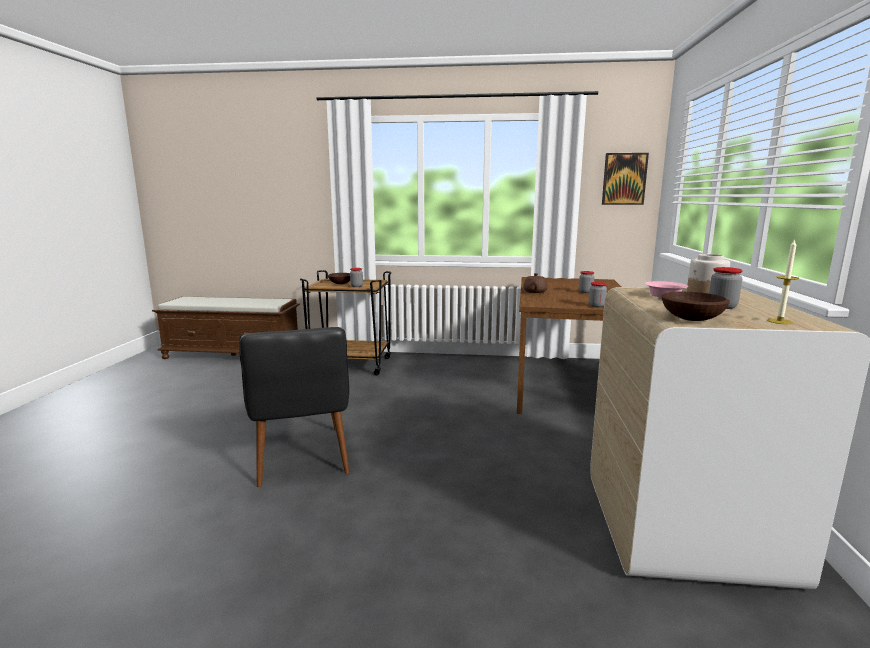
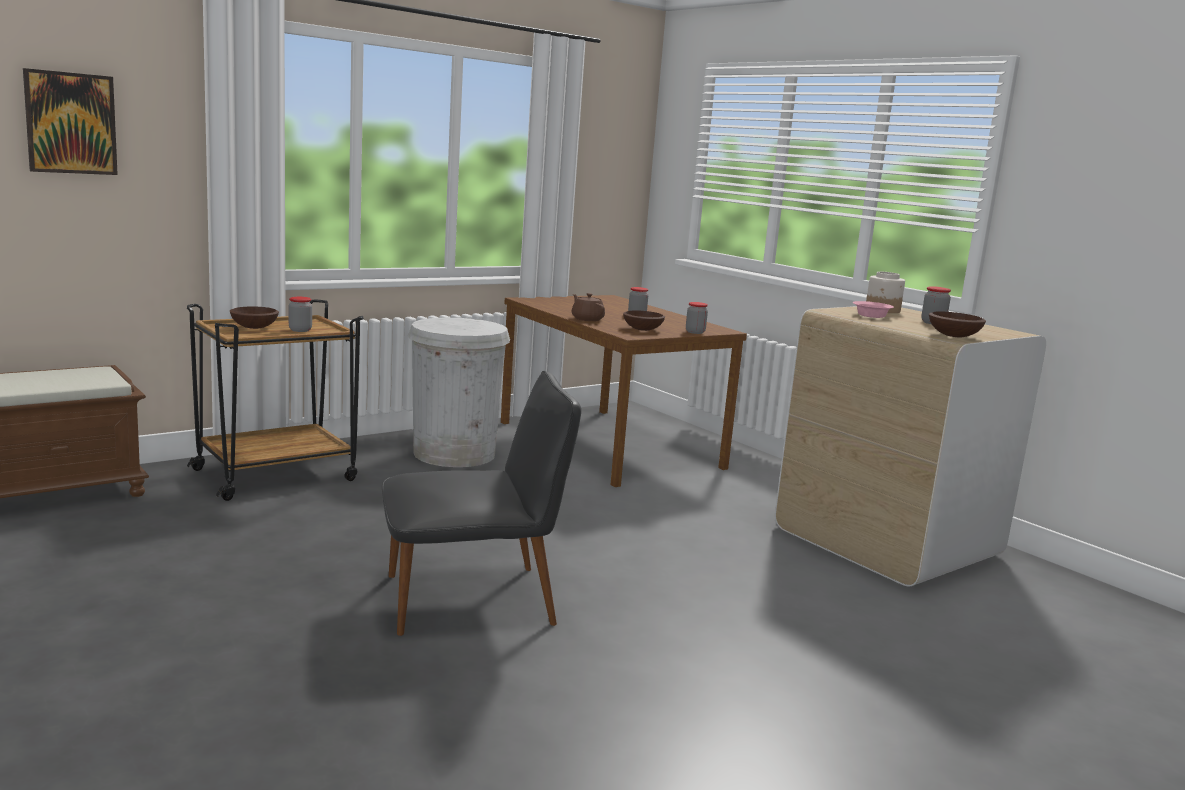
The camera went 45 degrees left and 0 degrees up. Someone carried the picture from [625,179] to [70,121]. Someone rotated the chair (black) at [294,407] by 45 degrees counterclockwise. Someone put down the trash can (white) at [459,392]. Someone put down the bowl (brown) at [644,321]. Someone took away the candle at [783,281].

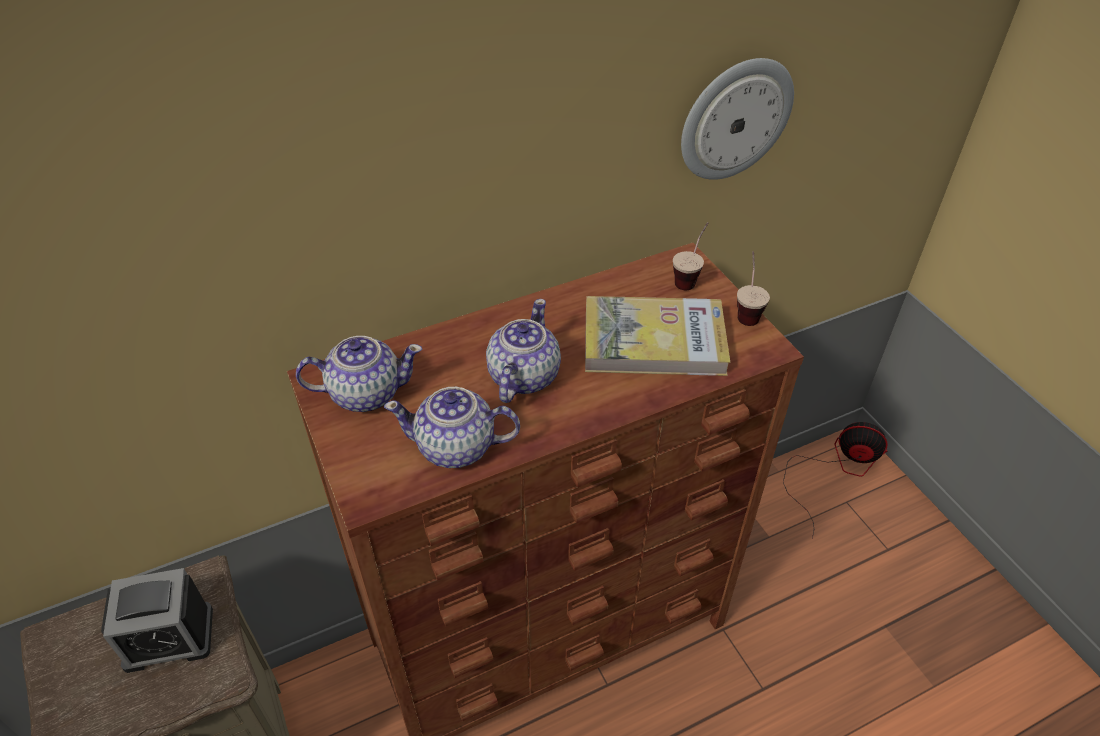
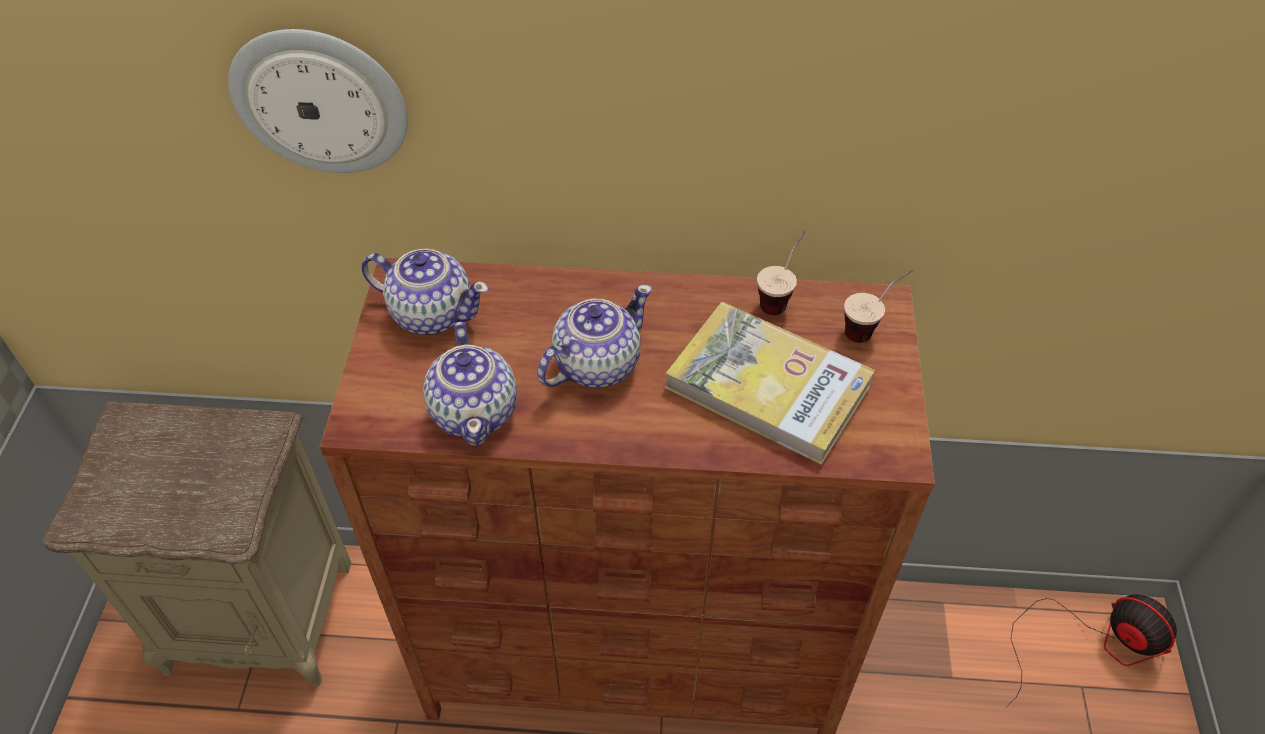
The camera went 30 degrees right and 5 degrees up. Someone carried the wall clock from [737,119] to [318,101]. Someone rotated the teapot at [452,427] by 135 degrees counterclockwise. Someone carried the cup from [753,288] to [781,272]. Someone took away the alarm clock at [157,620].

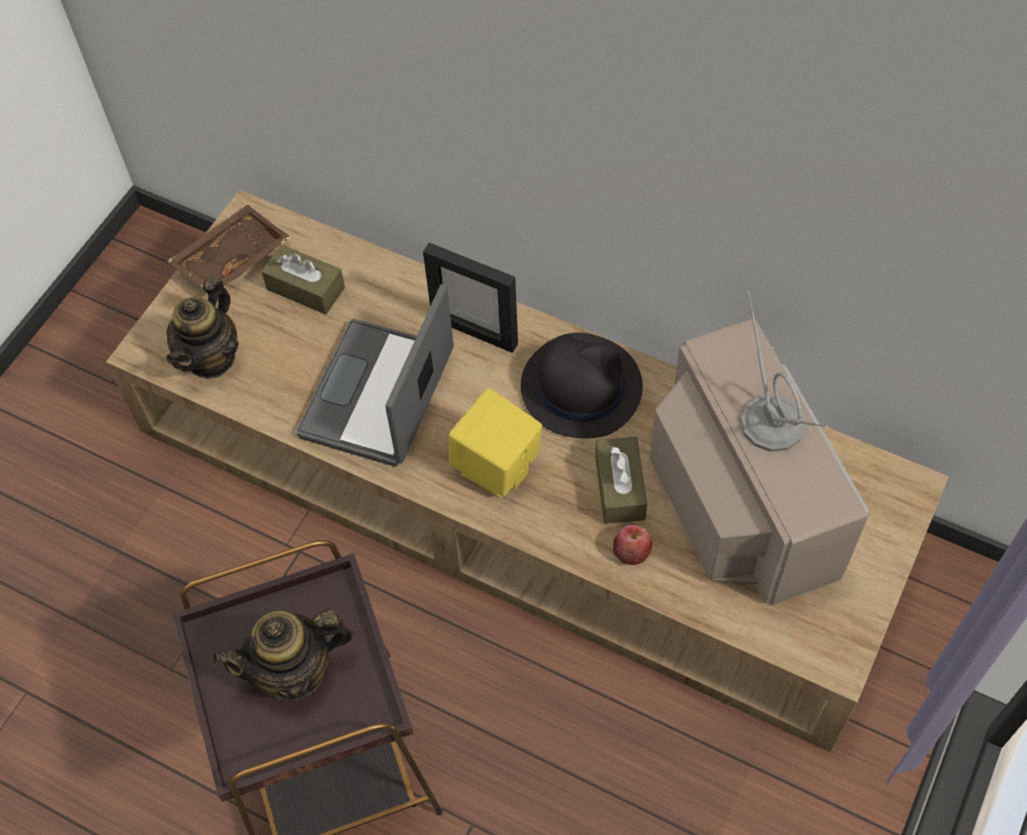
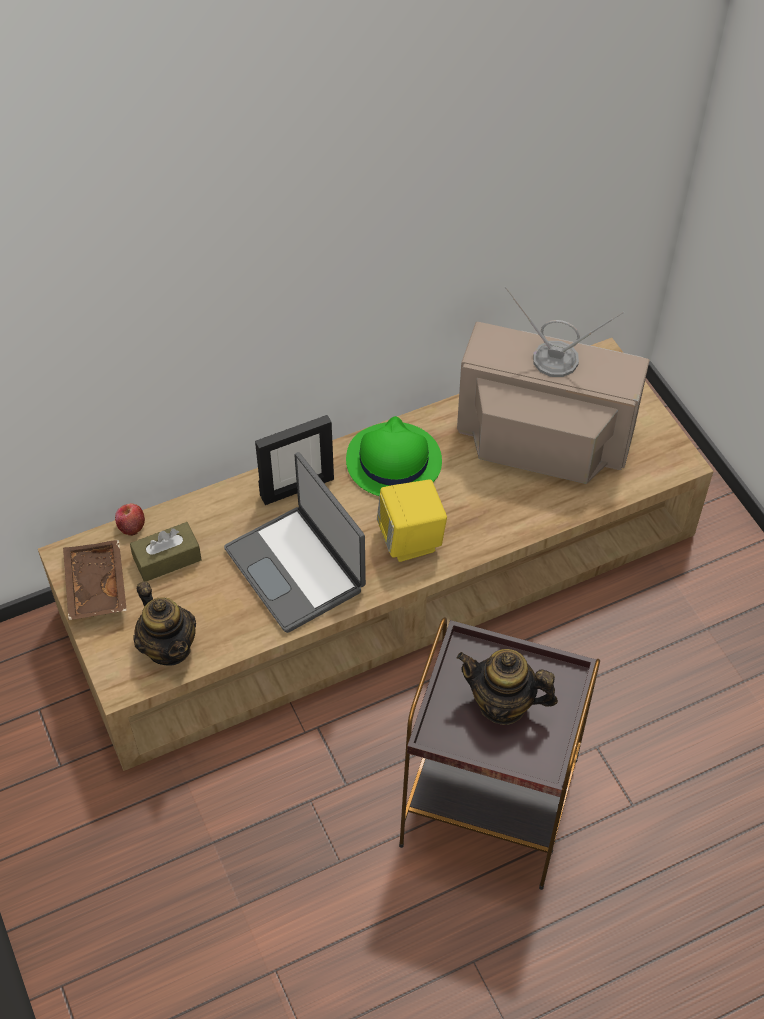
The camera went 55 degrees left and 5 degrees down. Someone carried the apple from [633,545] to [130,519]. Someone repainted the hat (black) at [582,385], which became the hat (green) at [394,456]. Someone rotated the teapot at [283,654] by 90 degrees clockwise. Someone took away the tissue box (brown) at [621,480].

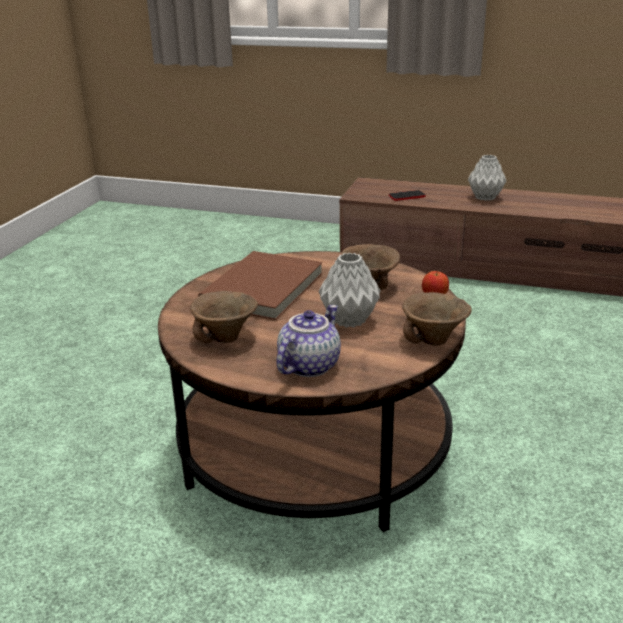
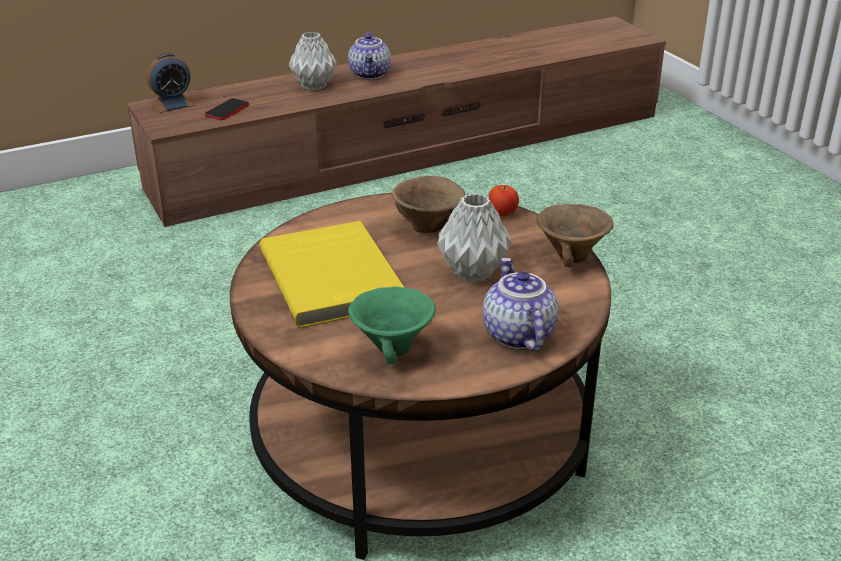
The camera went 45 degrees left and 5 degrees up. Someone put down the alarm clock at [170,83]. Someone repainted the book (brown) at [260,285], which became the book (yellow) at [332,274]. Someone put down the teapot at [369,55]. Someone repainted the bowl (brown) at [224,317], which became the bowl (green) at [392,325].

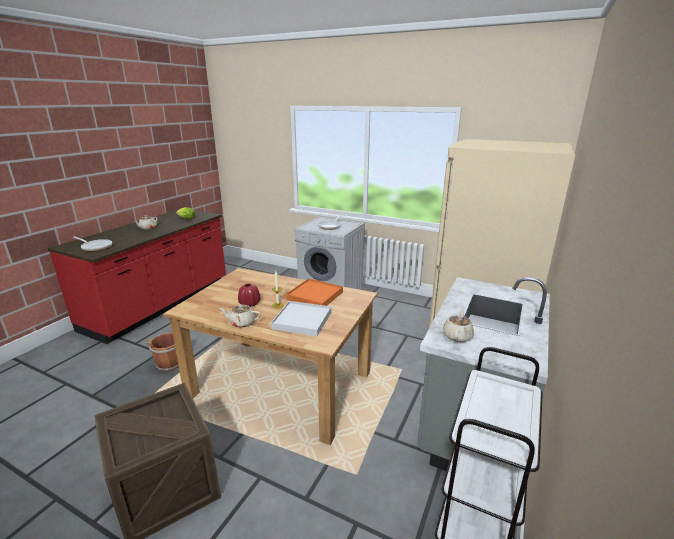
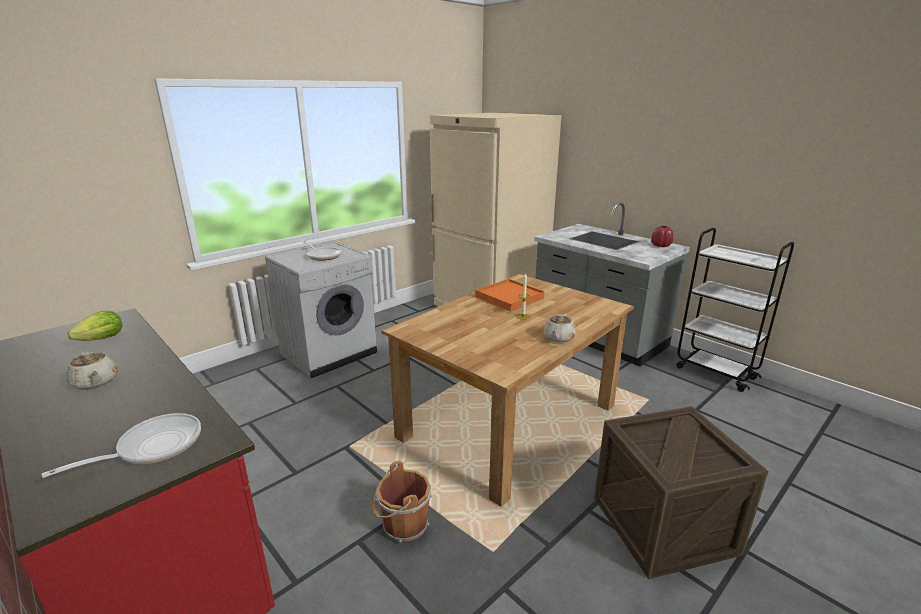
The camera went 70 degrees left and 0 degrees up. Someone carried the vase (red) from [249,295] to [662,236]. Someone took away the tray (white) at [301,318]. Someone took away the teapot (beige) at [458,325].

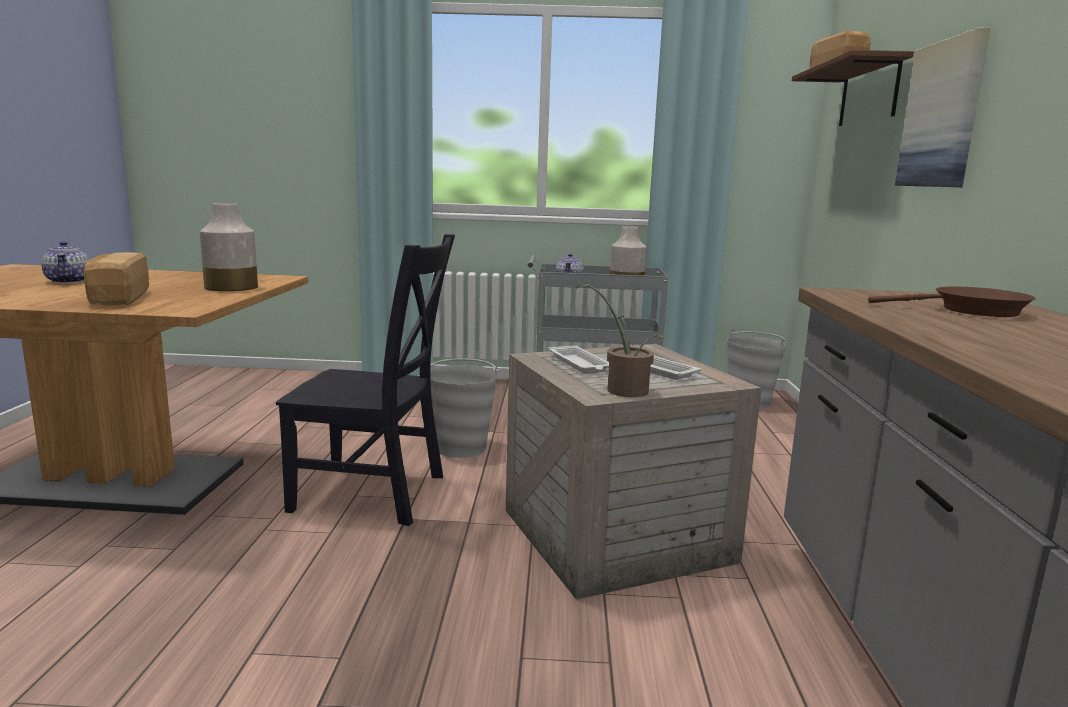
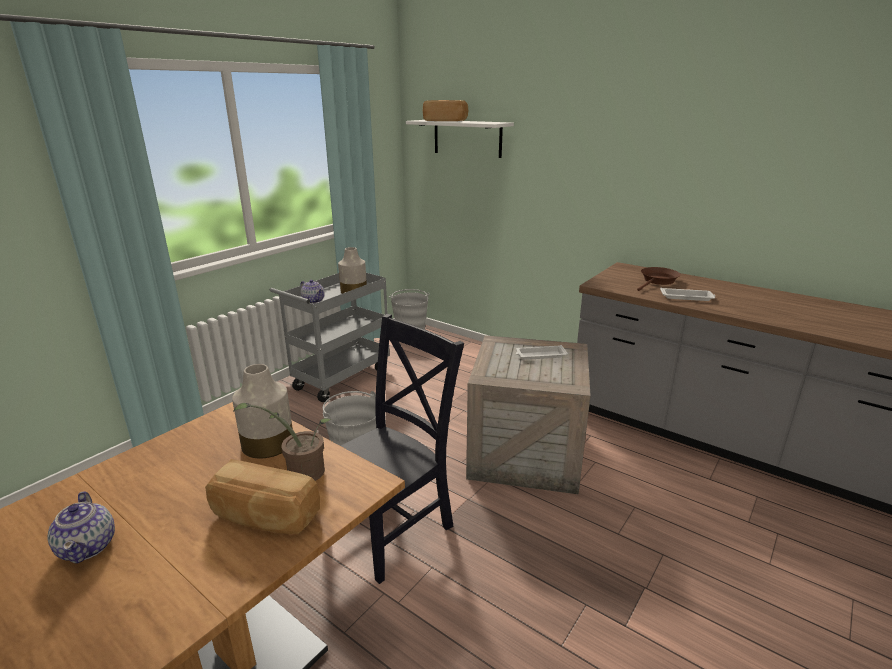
The camera went 55 degrees left and 10 degrees up. Someone rotated the teapot at [65,262] by 60 degrees clockwise. Someone carried the potted plant from [622,340] to [282,442]. Someone repainted the shelf (brown) at [853,88], which became the shelf (white) at [460,139]. Someone carried the tray (white) from [579,359] to [688,294]. Someone took away the picture at [942,107].

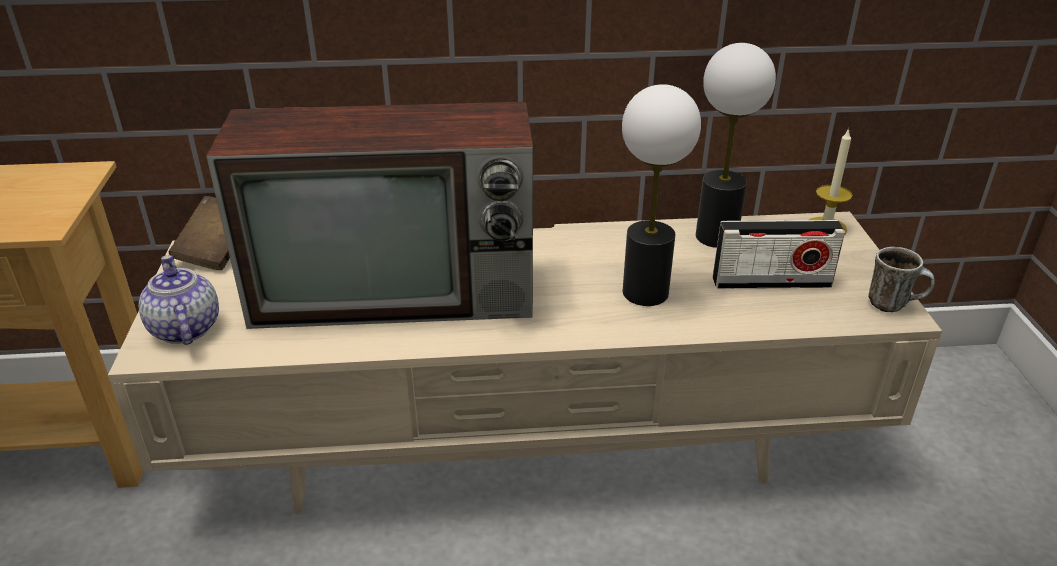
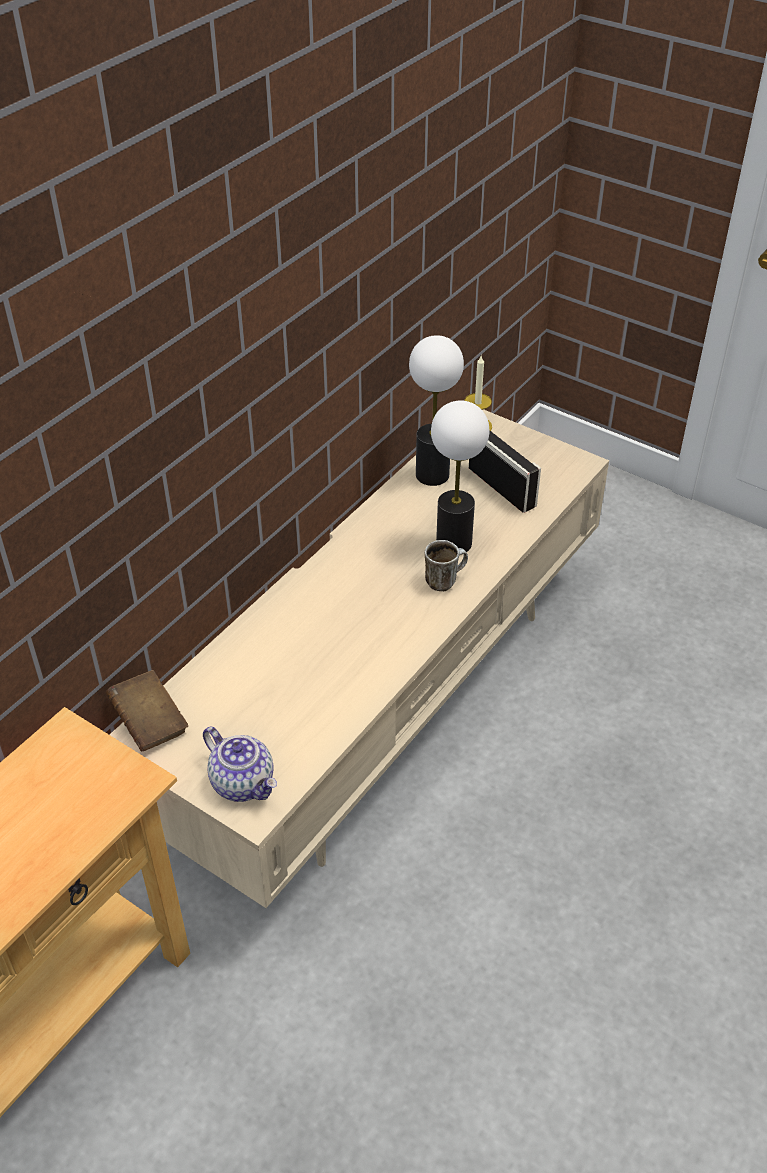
The camera went 50 degrees left and 10 degrees up. Someone rotated the teapot at [179,300] by 150 degrees counterclockwise. Someone carried the mug from [901,279] to [446,565]. Someone rotated the radio at [779,254] by 75 degrees counterclockwise. Someone took away the television at [369,215].

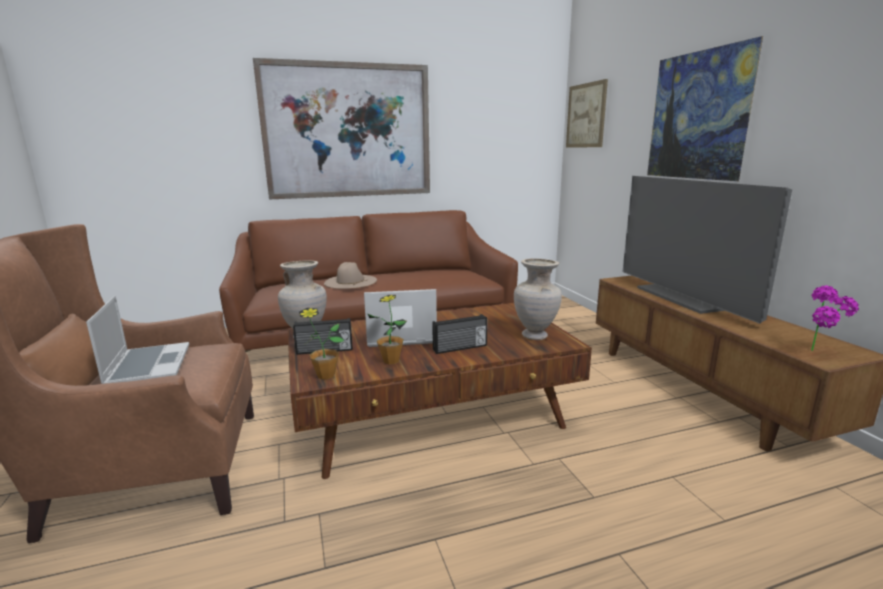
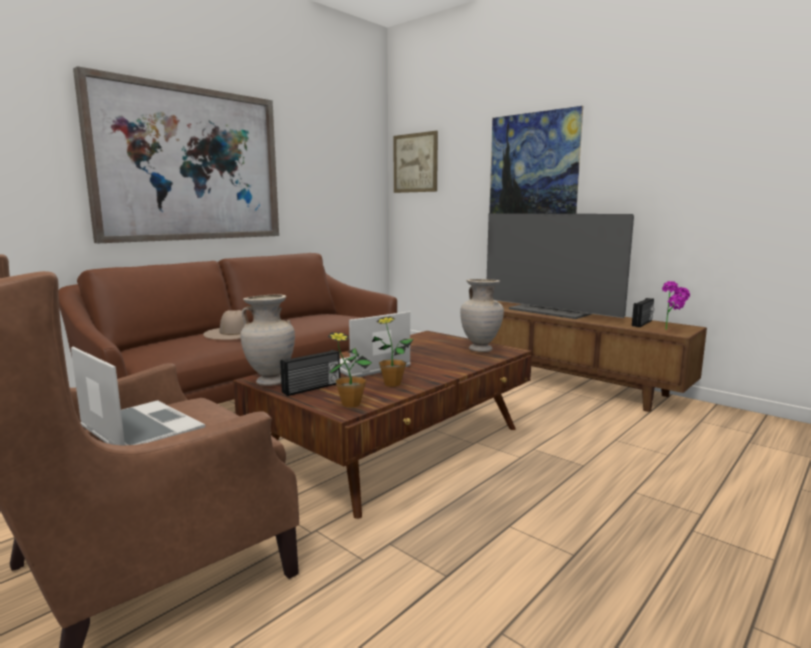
The camera went 30 degrees left and 5 degrees down. Someone carried the radio from [459,334] to [643,312].

